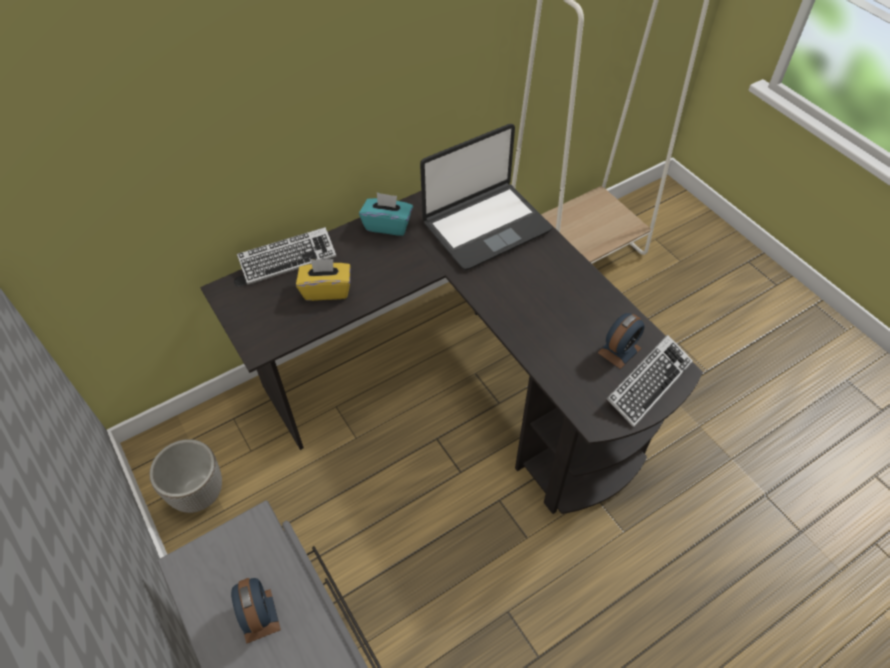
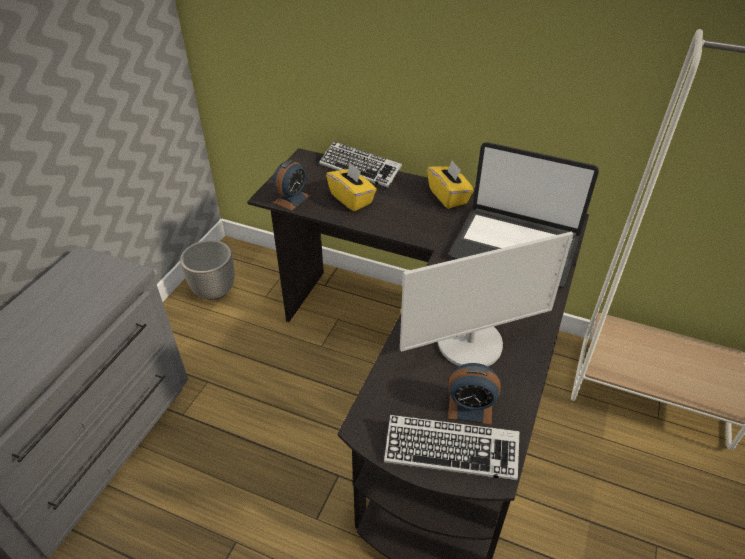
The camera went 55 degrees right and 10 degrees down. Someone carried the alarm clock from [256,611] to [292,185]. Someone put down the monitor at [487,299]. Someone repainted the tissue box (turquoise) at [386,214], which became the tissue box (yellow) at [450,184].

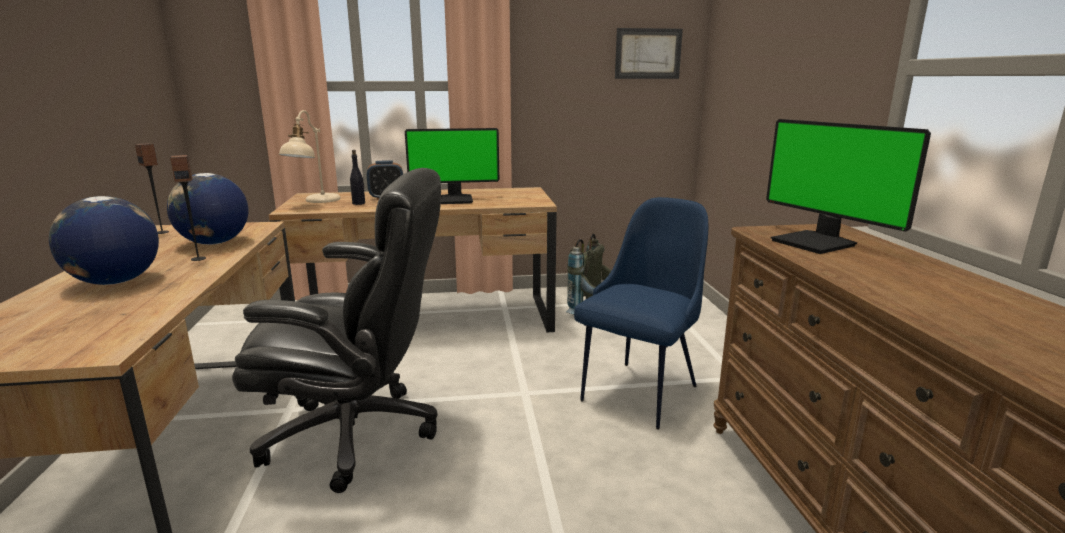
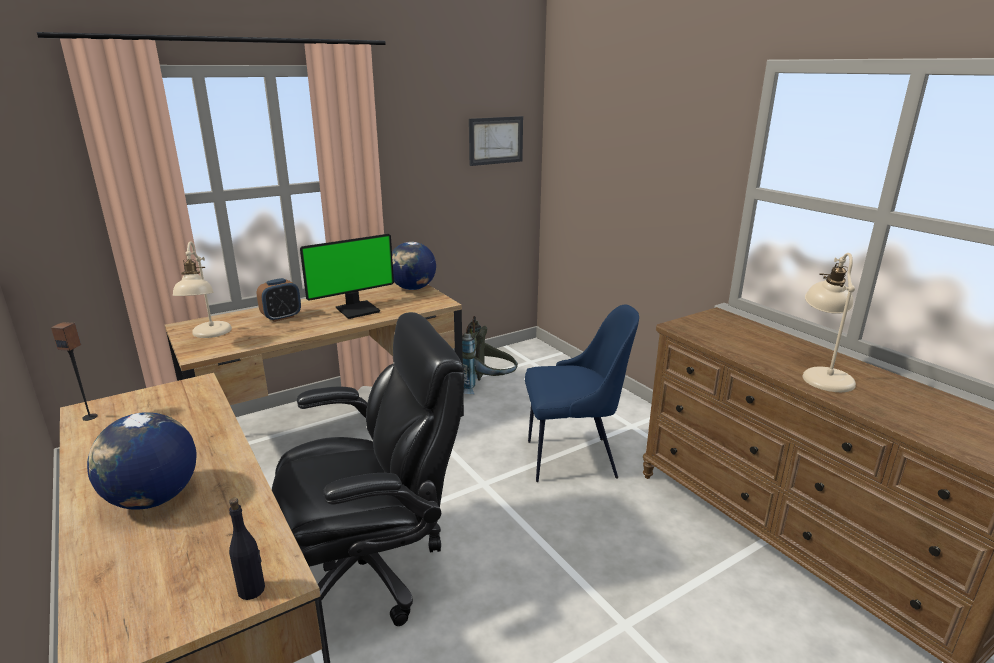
The camera went 25 degrees left and 5 degrees up. Someone carried the bottle (black) from [357,177] to [247,549]. Someone carried the globe from [208,209] to [414,266]. Someone rotated the chair (blue) at [641,313] by 75 degrees clockwise. Someone put down the table lamp (beige) at [829,322]. Someone took away the speaker at [188,208]. Someone took away the monitor at [848,186].

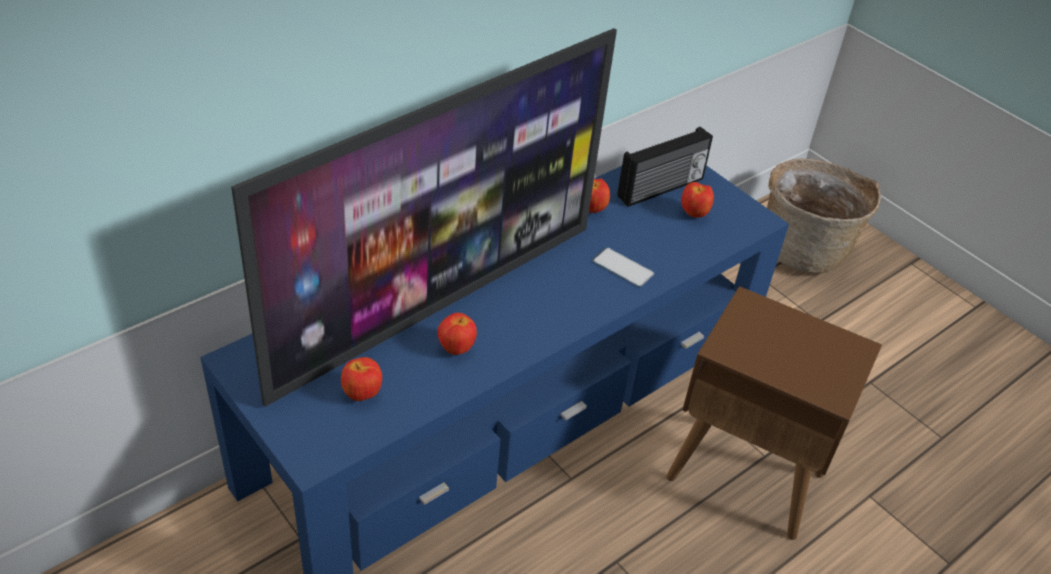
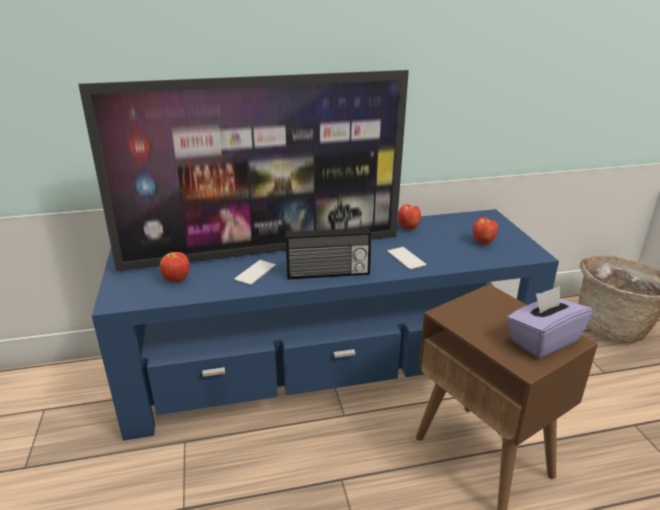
The camera went 30 degrees right and 15 degrees down. Someone swapped the apple at [457,334] for the phone at [255,272]. Someone carried the radio from [665,167] to [328,252]. Someone put down the tissue box (purple) at [550,322].

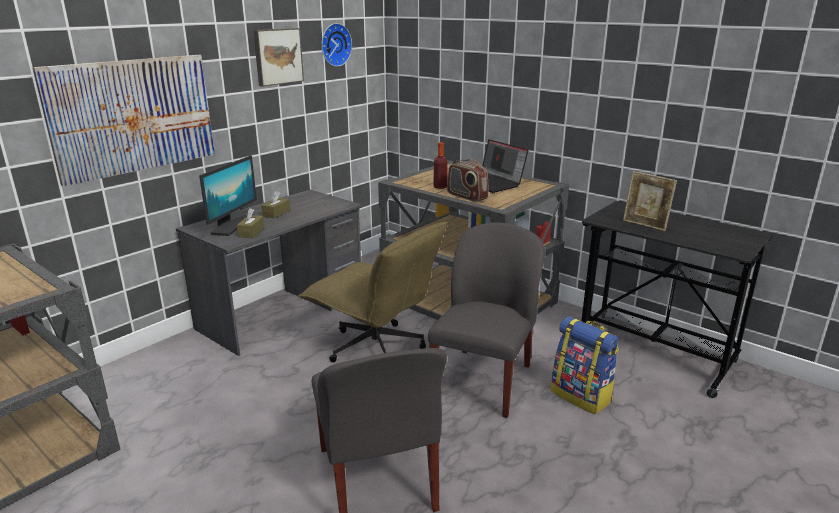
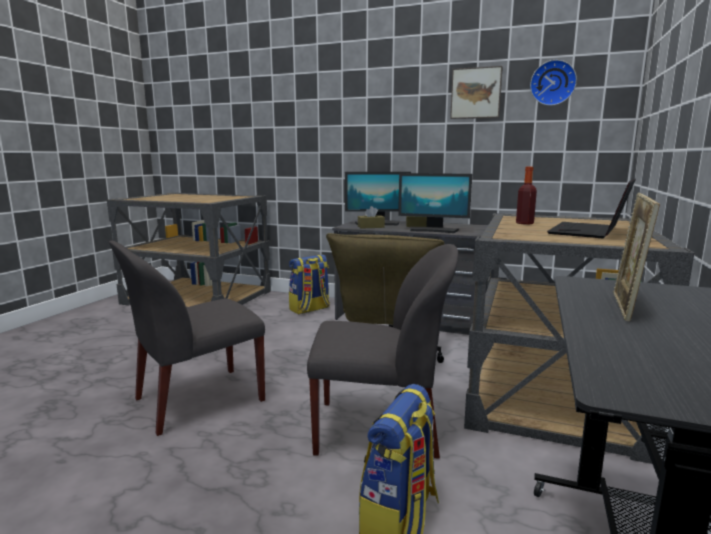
The camera went 70 degrees right and 10 degrees down. Someone put down the backpack at [309,284]. Someone put down the monitor at [435,203]. Someone took away the picture at [123,120]. Someone took away the radio at [468,180].

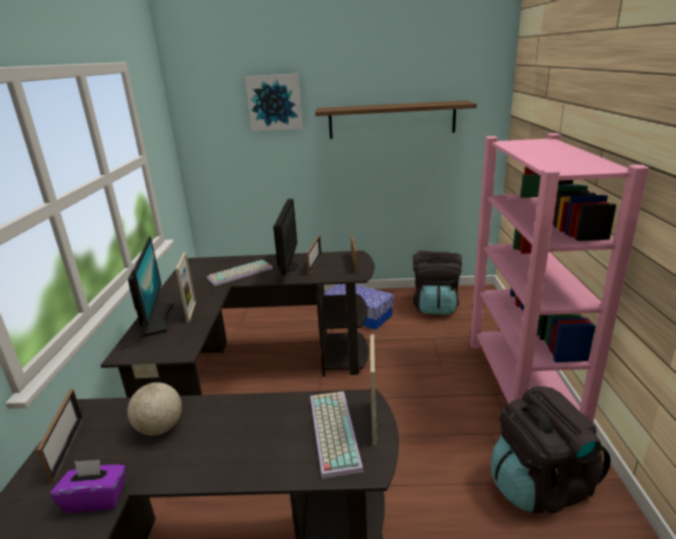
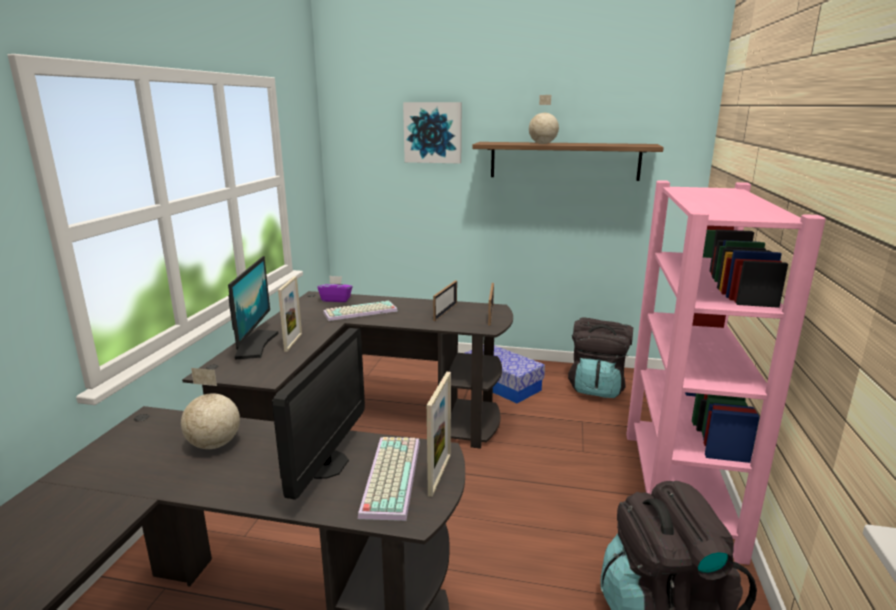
The camera went 10 degrees right and 5 degrees down. Someone carried the monitor from [285,237] to [318,414]. Someone carried the tissue box (purple) from [88,486] to [334,289]. Someone put down the globe at [544,119]. Someone took away the picture frame at [60,436].

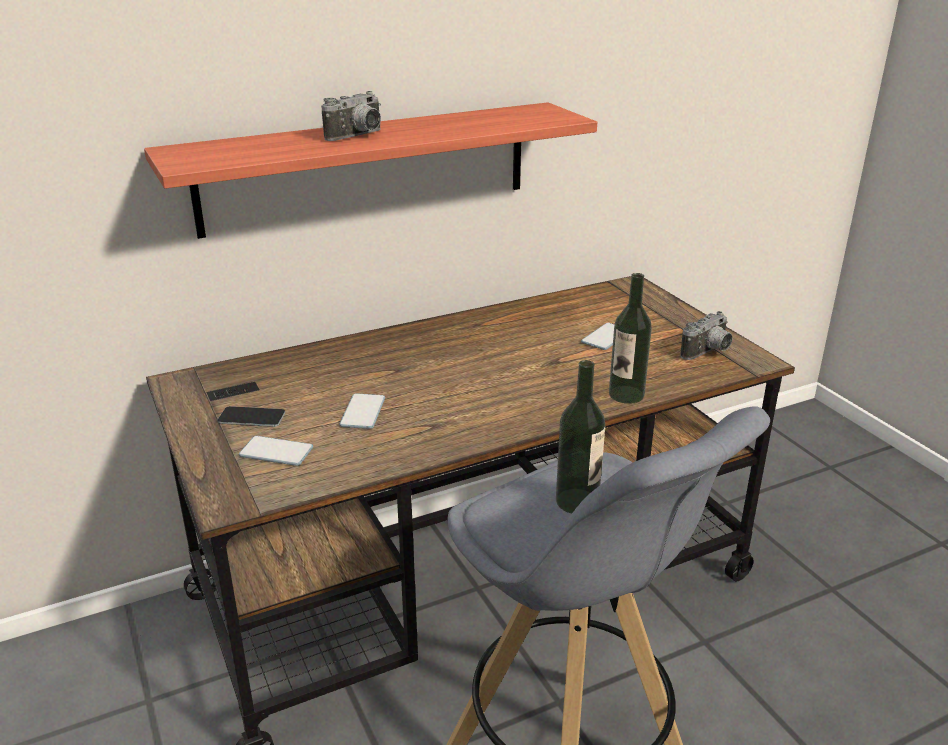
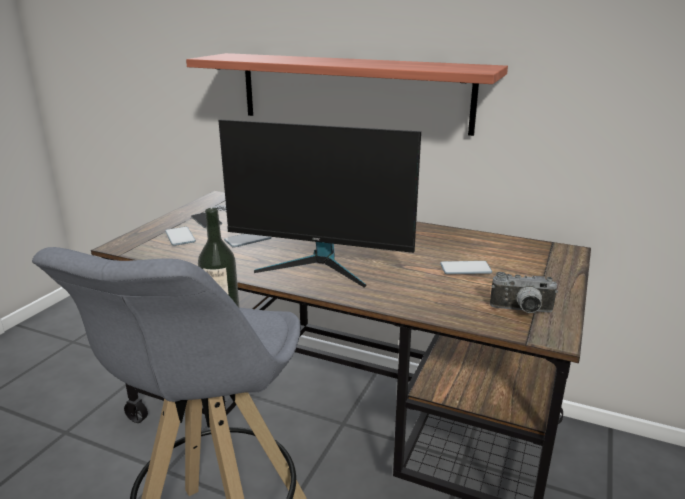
The camera went 50 degrees right and 5 degrees down. Someone put down the monitor at [319,204]. Someone took away the photo camera at [351,116]. Someone took away the bottle at [630,338].

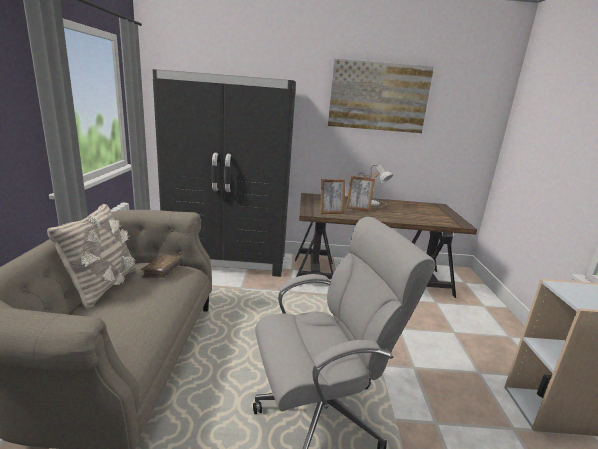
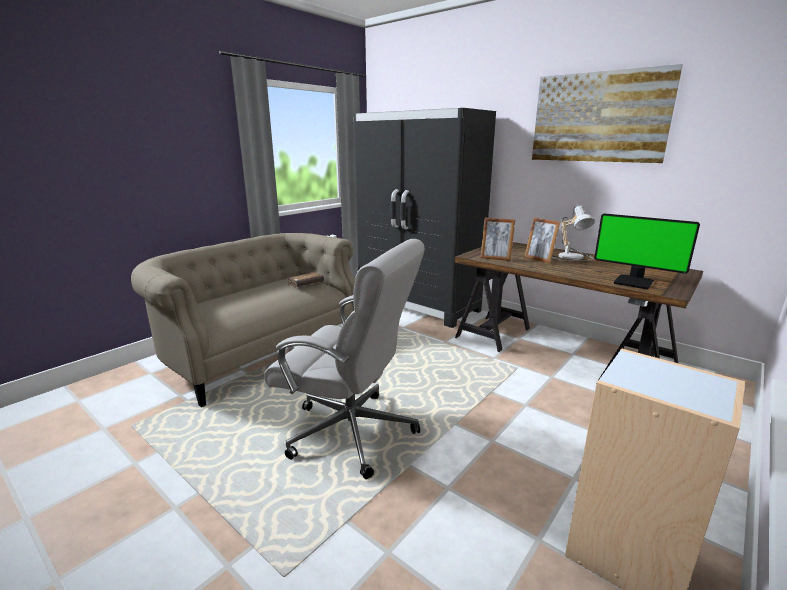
The camera went 40 degrees right and 0 degrees up. Someone put down the monitor at [647,251]. Someone took away the pillow (beige) at [91,256].

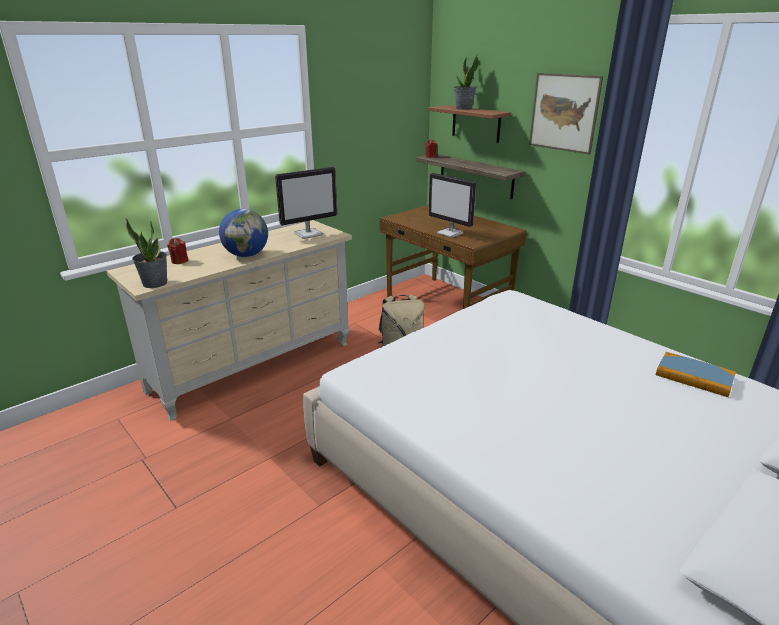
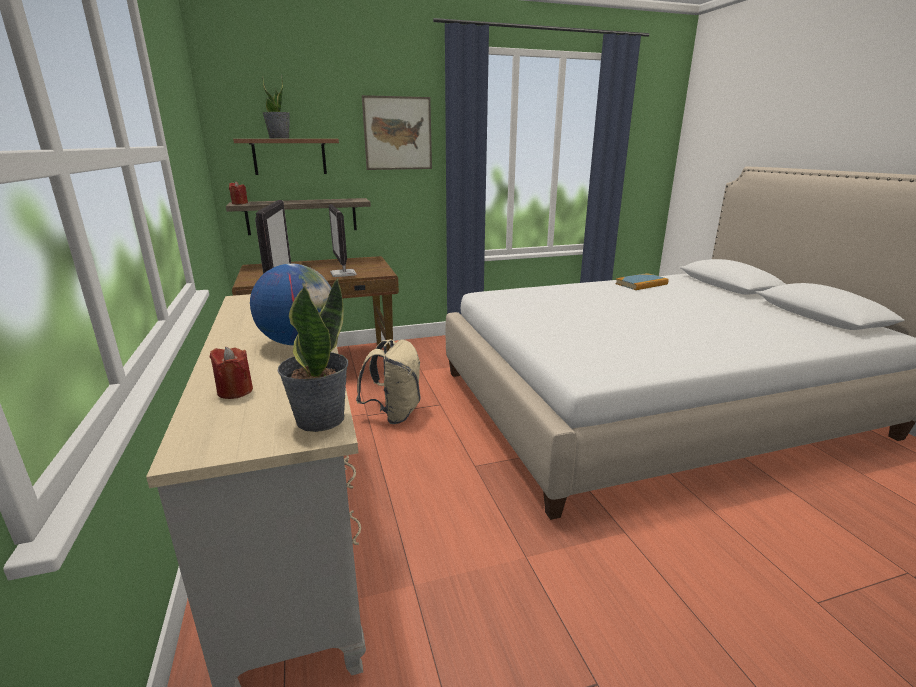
The camera went 65 degrees left and 5 degrees down. Someone rotated the monitor at [452,205] by 90 degrees clockwise.

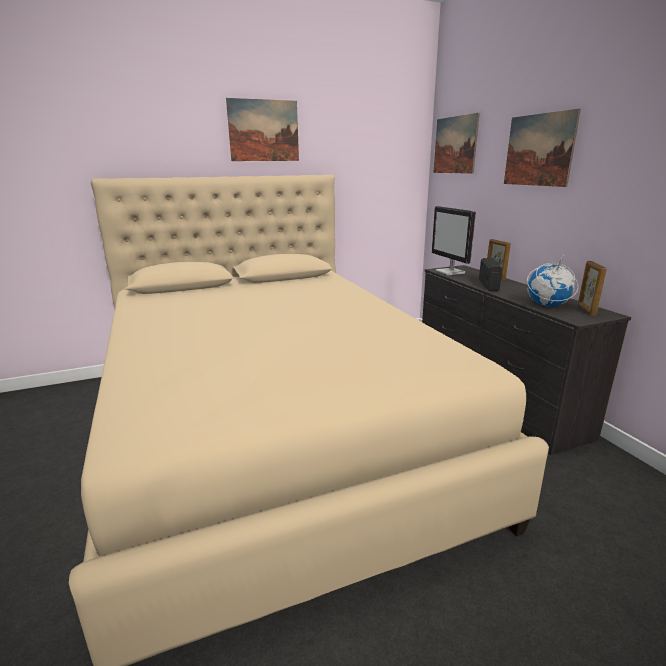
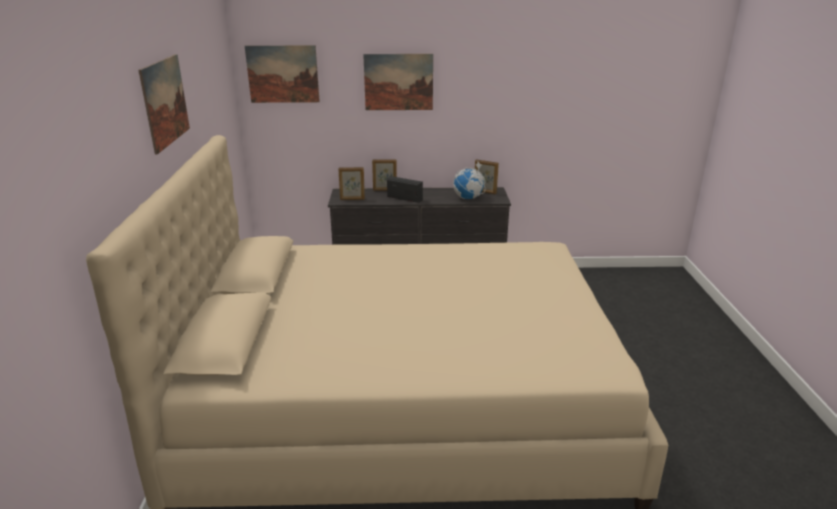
The camera went 70 degrees left and 5 degrees up. Someone swapped the monitor at [454,240] for the picture frame at [351,183].

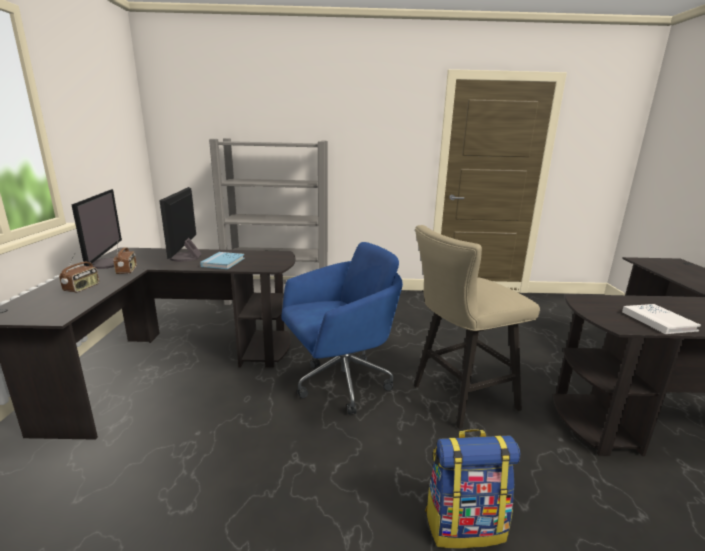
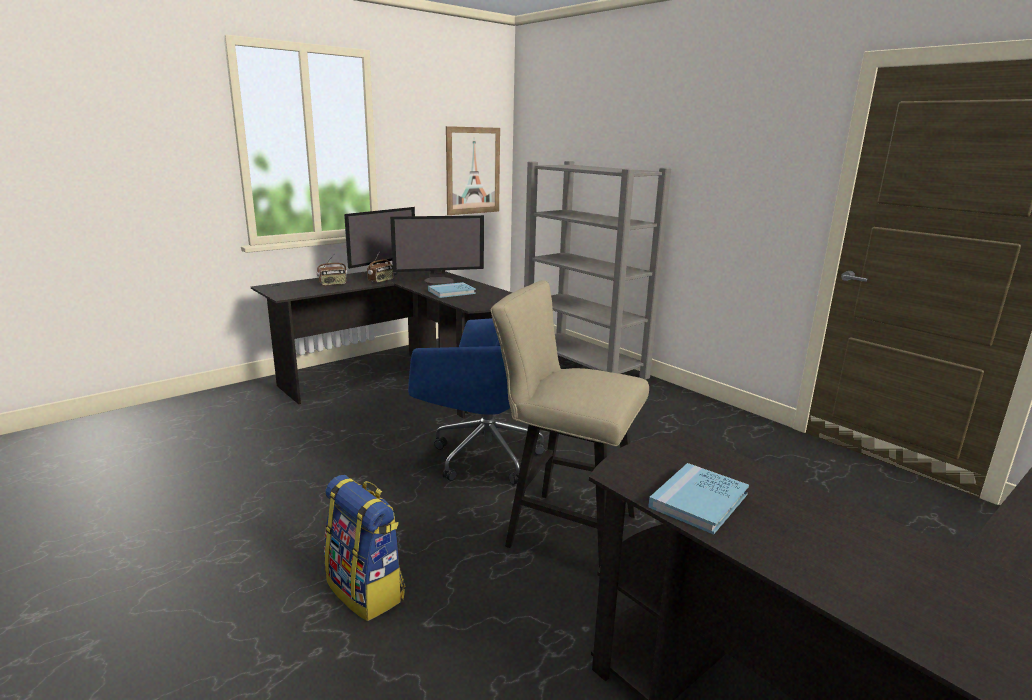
The camera went 50 degrees right and 0 degrees up. Someone rotated the monitor at [180,224] by 150 degrees counterclockwise. Someone put up the picture at [473,170]. Someone repainted the book (white) at [661,319], which became the book (blue) at [698,499].

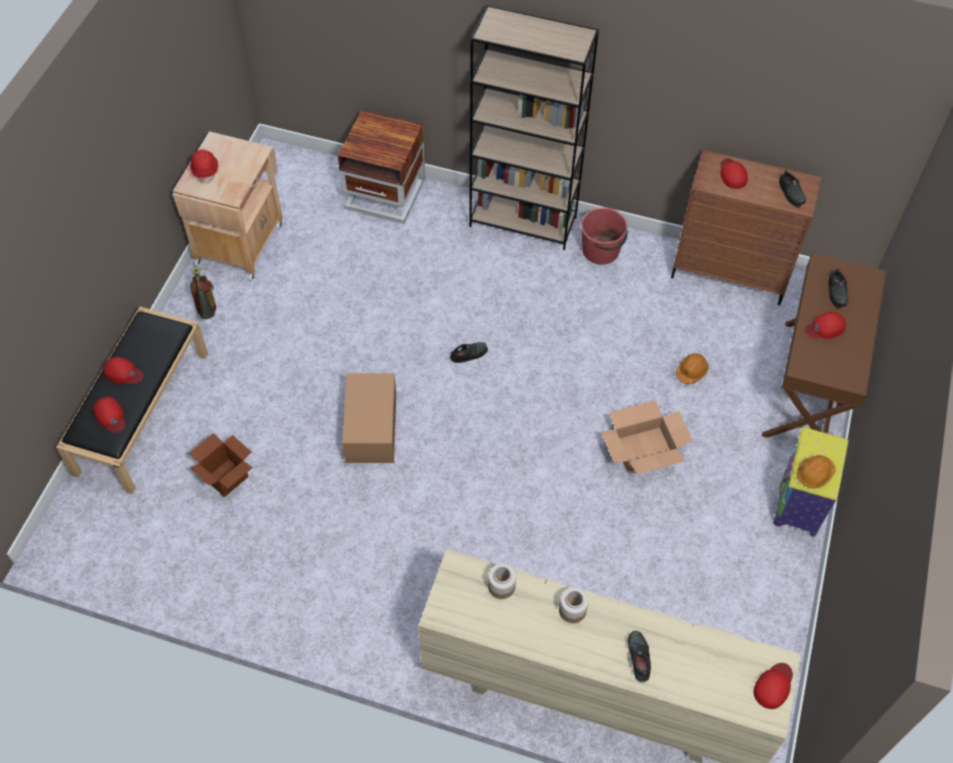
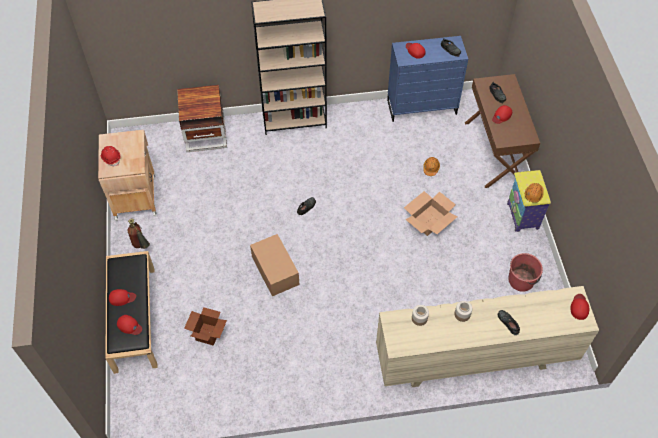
The camera went 25 degrees left and 0 degrees up. Someone repainted the dresser (brown) at [746,227], which became the dresser (blue) at [427,79]. Someone carried the bucket (red) from [604,236] to [525,272].

